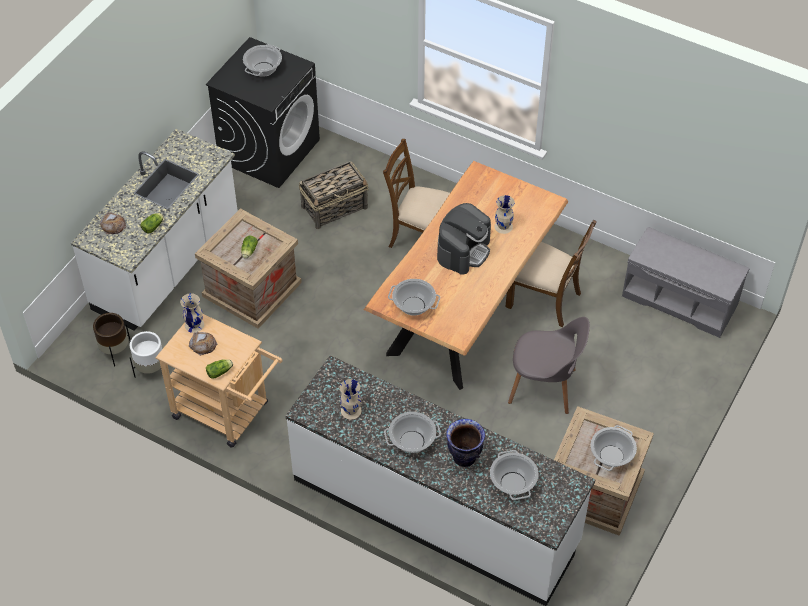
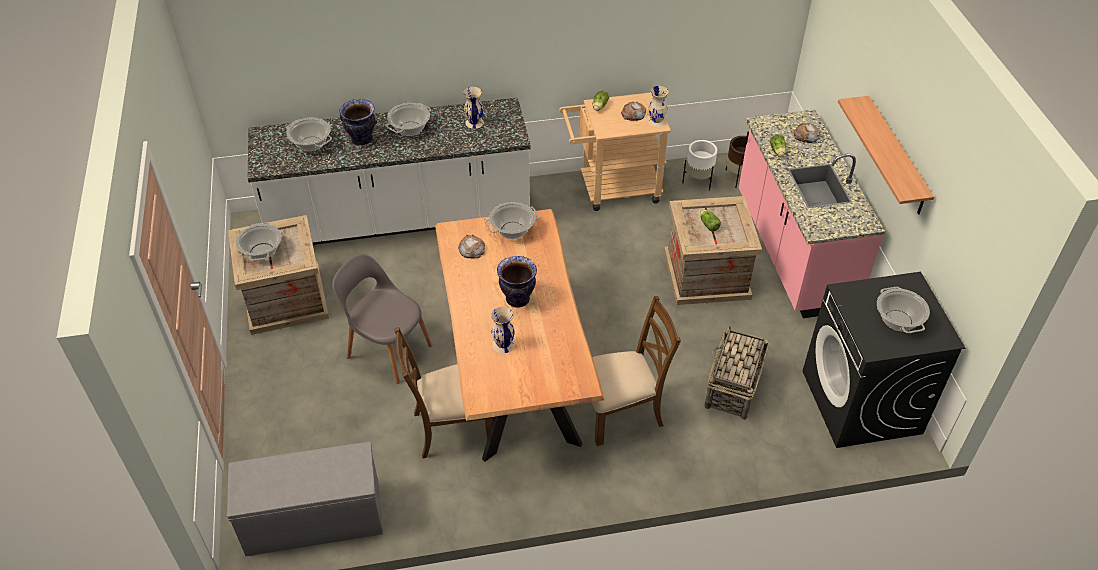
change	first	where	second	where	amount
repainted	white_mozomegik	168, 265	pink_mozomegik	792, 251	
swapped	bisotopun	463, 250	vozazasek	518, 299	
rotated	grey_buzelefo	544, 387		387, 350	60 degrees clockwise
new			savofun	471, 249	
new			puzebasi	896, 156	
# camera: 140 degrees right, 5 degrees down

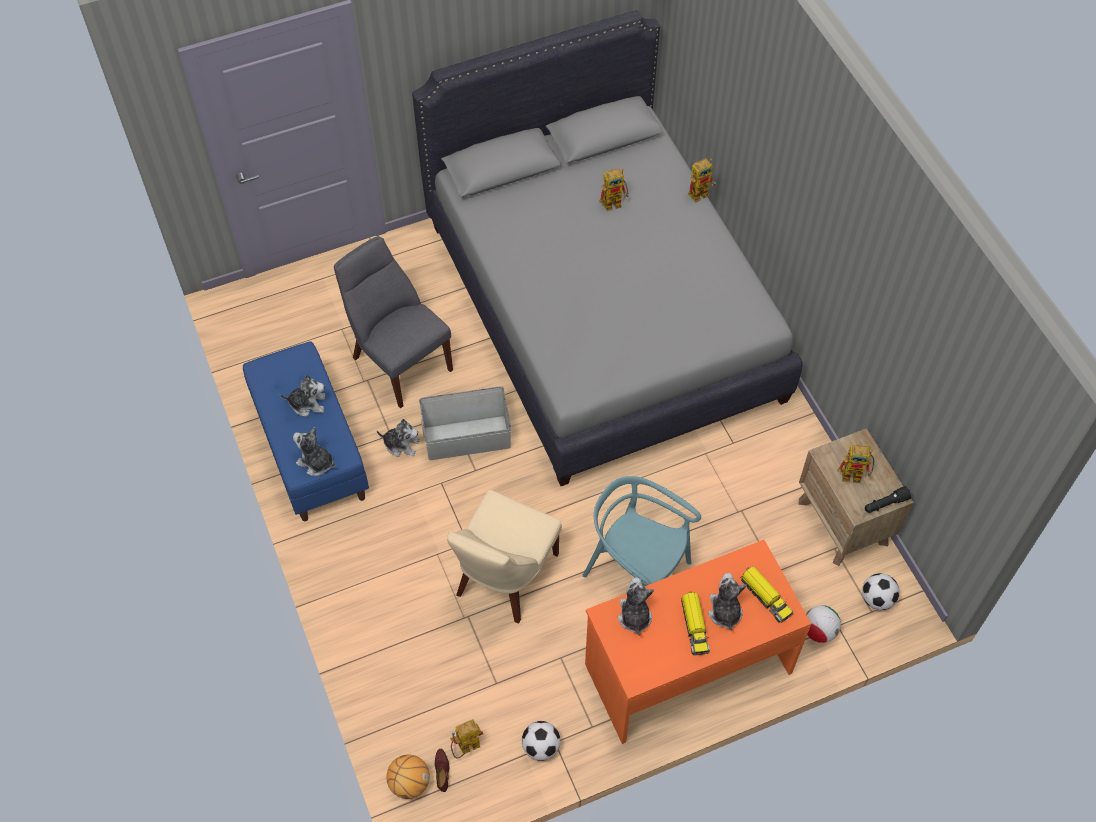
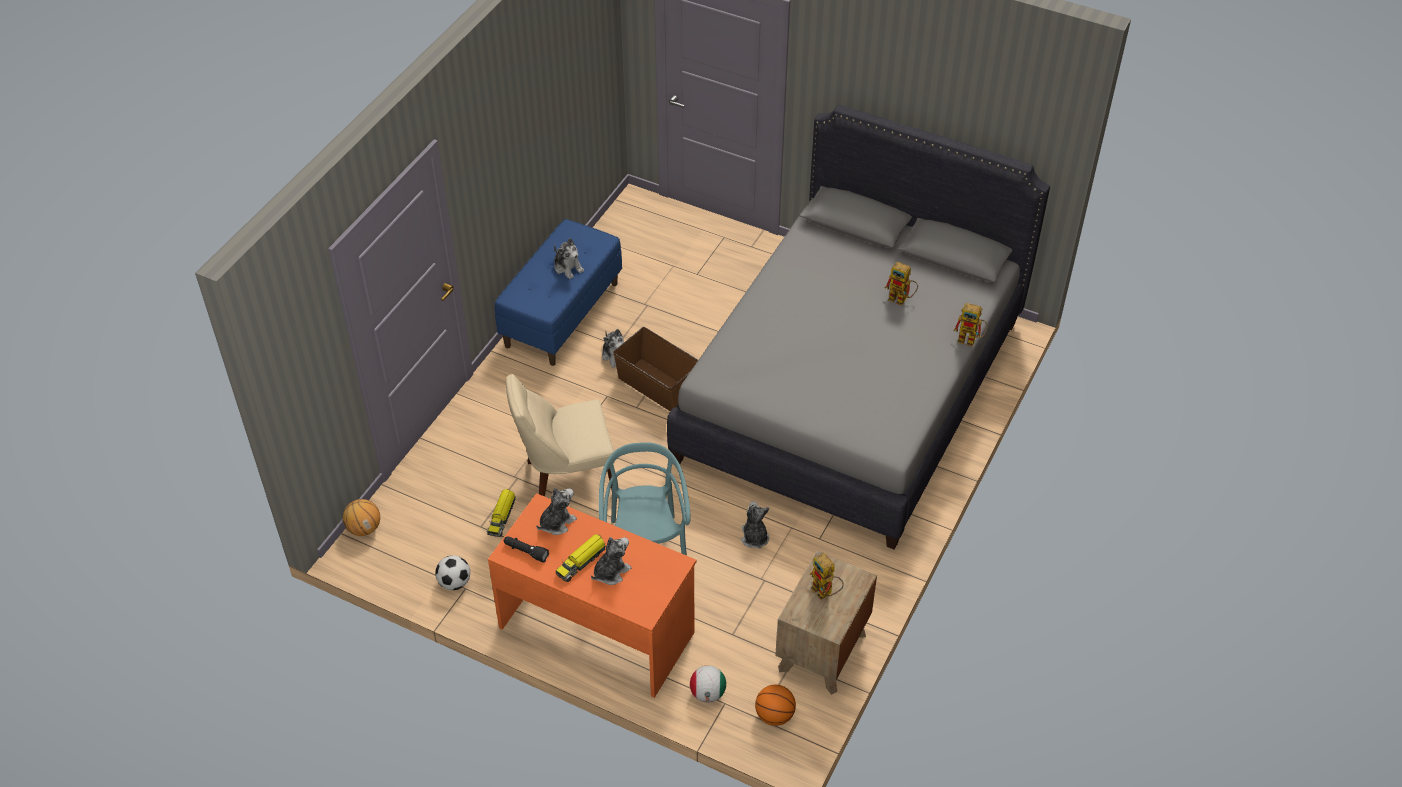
change	first	where	second	where	amount
shifted	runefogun	316, 462		754, 537	
gone	grey_buzelefo	399, 361			
repainted	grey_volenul	466, 437	brown_volenul	657, 385	
gone	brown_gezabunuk	442, 771			
gone	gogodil	465, 749			
shifted	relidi	765, 596		502, 516	
swapped	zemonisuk	876, 599	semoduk	774, 715	
shifted	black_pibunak	885, 504		525, 551	
# camera: 50 degrees right, 10 degrees down

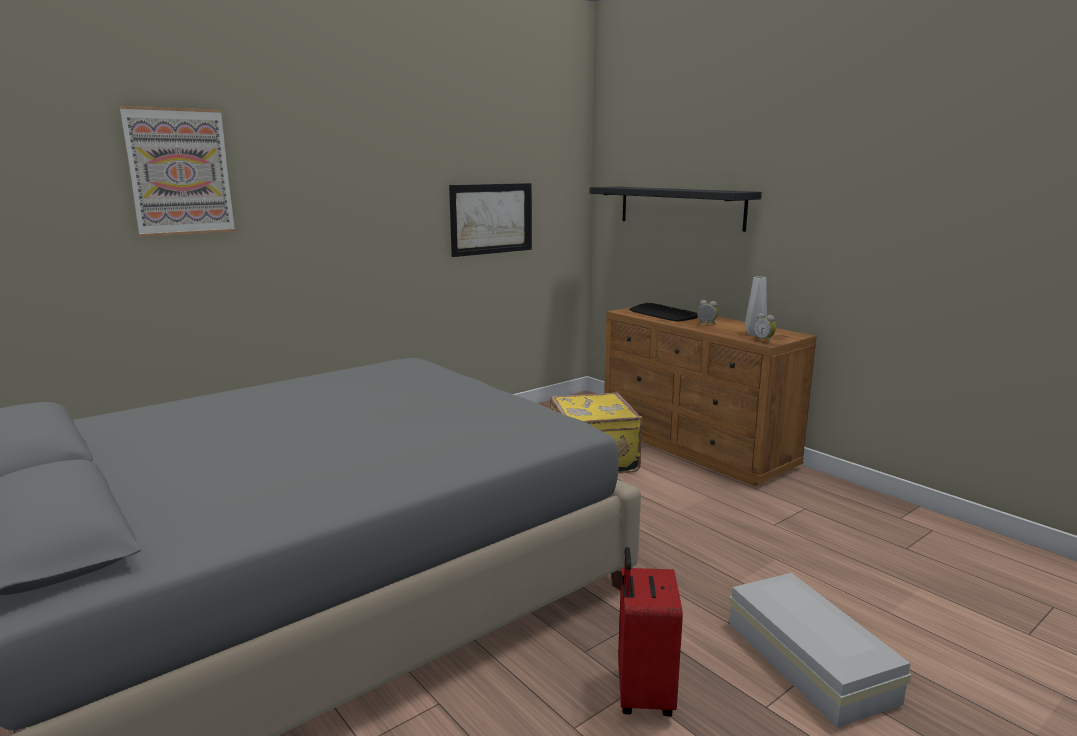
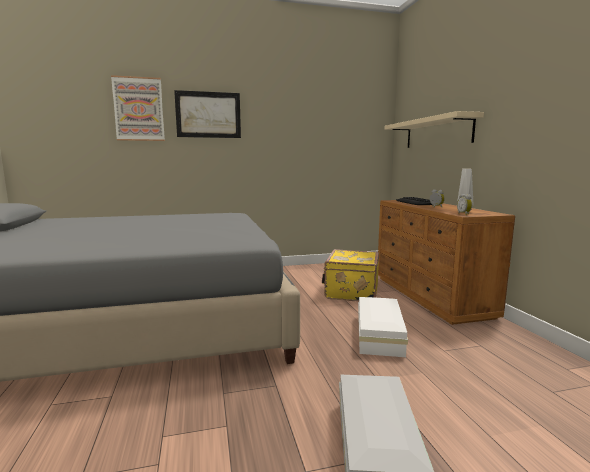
change	first	where	second	where	amount
shifted	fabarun	491, 218		208, 115	
repainted	black_puzebasi	680, 207	beige_puzebasi	437, 133	
gone	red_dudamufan	642, 694			
new			white_volenul	378, 335	
# camera: 25 degrees right, 5 degrees down

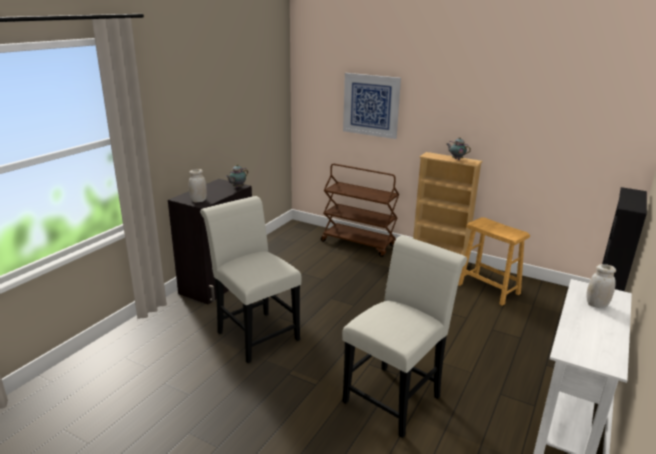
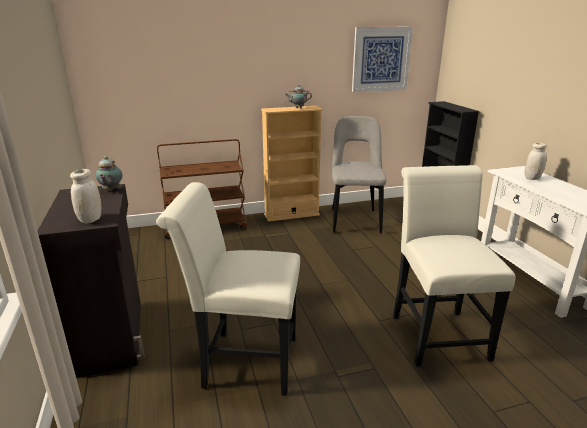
change	first	where	second	where	amount
shifted	fabarun	371, 105		381, 59	
swapped	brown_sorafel	488, 289	grey_buzelefo	354, 219	
# camera: 45 degrees left, 0 degrees up

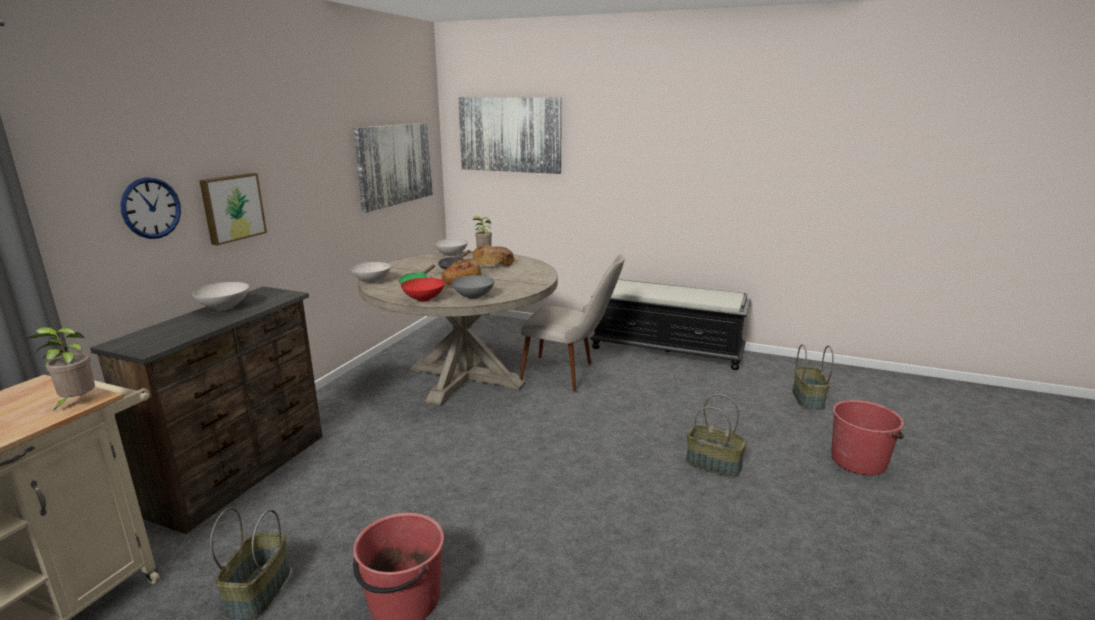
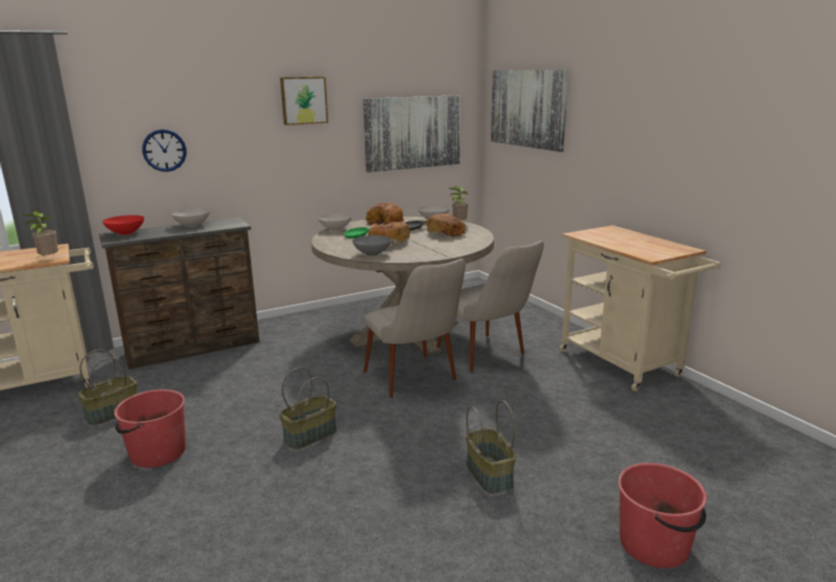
change	first	where	second	where	amount
shifted	fabarun	232, 207		303, 100	
shifted	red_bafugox	424, 299		126, 233	
swapped	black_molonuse	667, 350	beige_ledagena	624, 366	
shifted	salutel	807, 399		310, 435	
new			beige_buzelefo	417, 382	
new			savofun	385, 222	
# camera: 40 degrees right, 0 degrees up

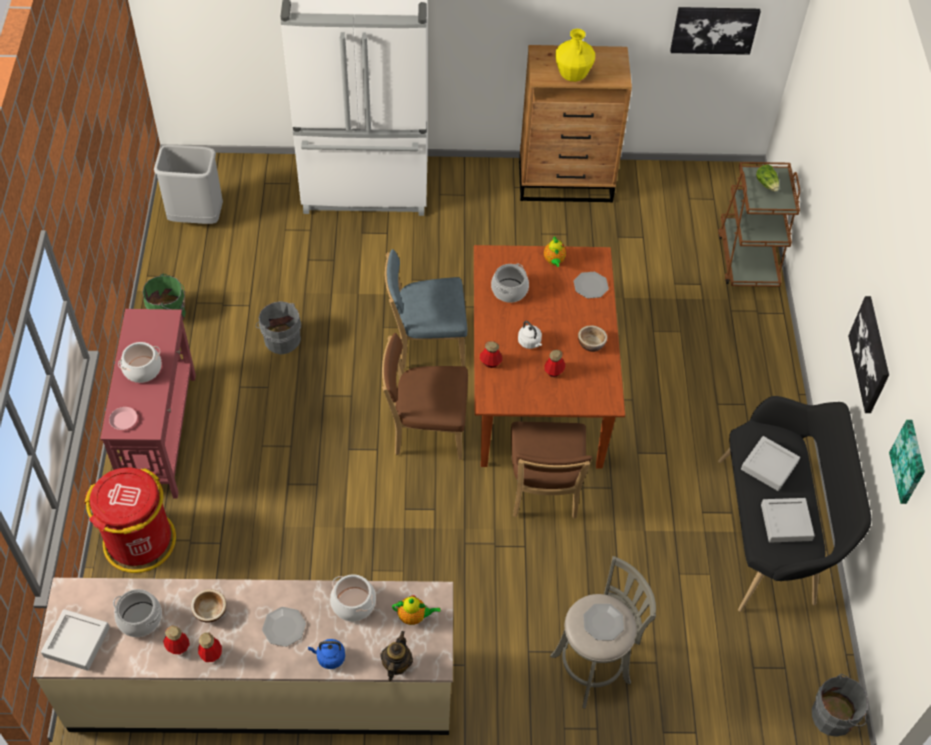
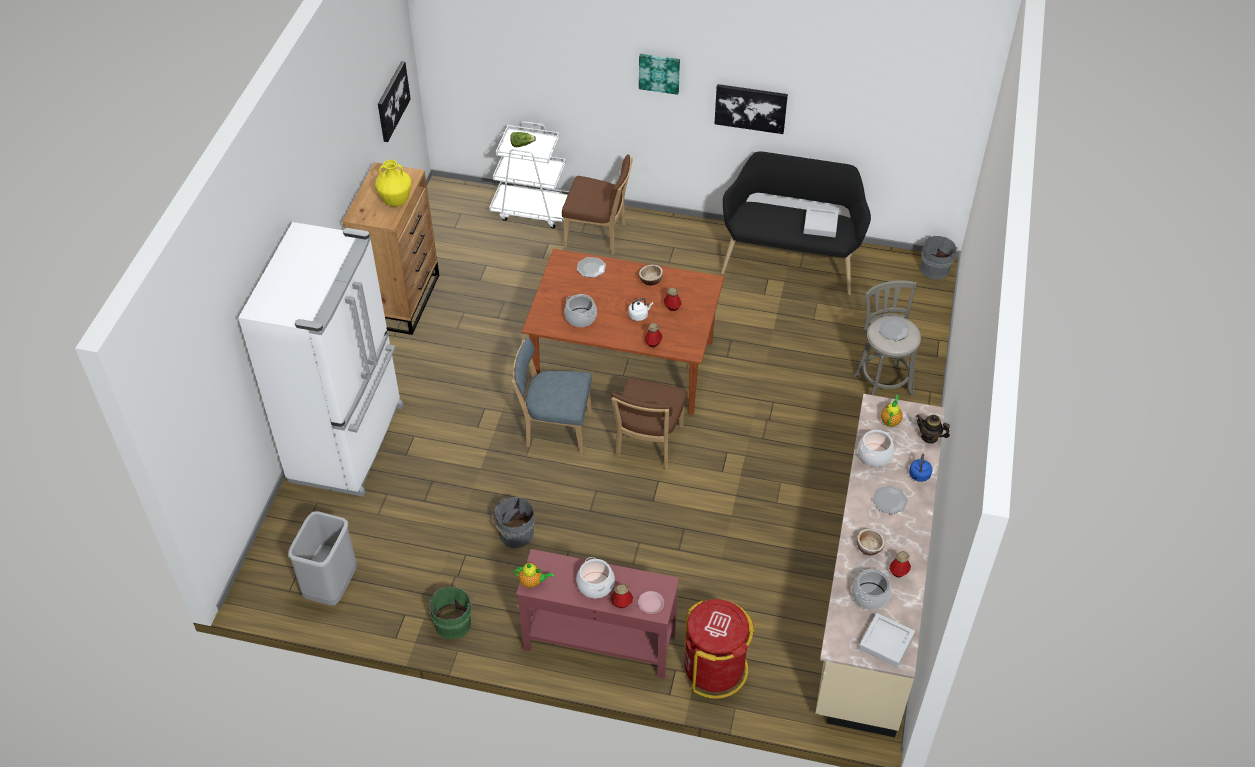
change	first	where	second	where	amount
shifted	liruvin	211, 654		621, 603	
rotated	blue_buzelefo	426, 344		555, 429	90 degrees clockwise
shifted	brown_buzelefo	543, 492		598, 235	
shifted	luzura	554, 261		532, 582	
repainted	brown_ledagena	747, 258	white_ledagena	532, 210	
gone	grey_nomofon	769, 466			
shifted	fabarun	909, 462		659, 72	
# camera: 75 degrees left, 5 degrees down

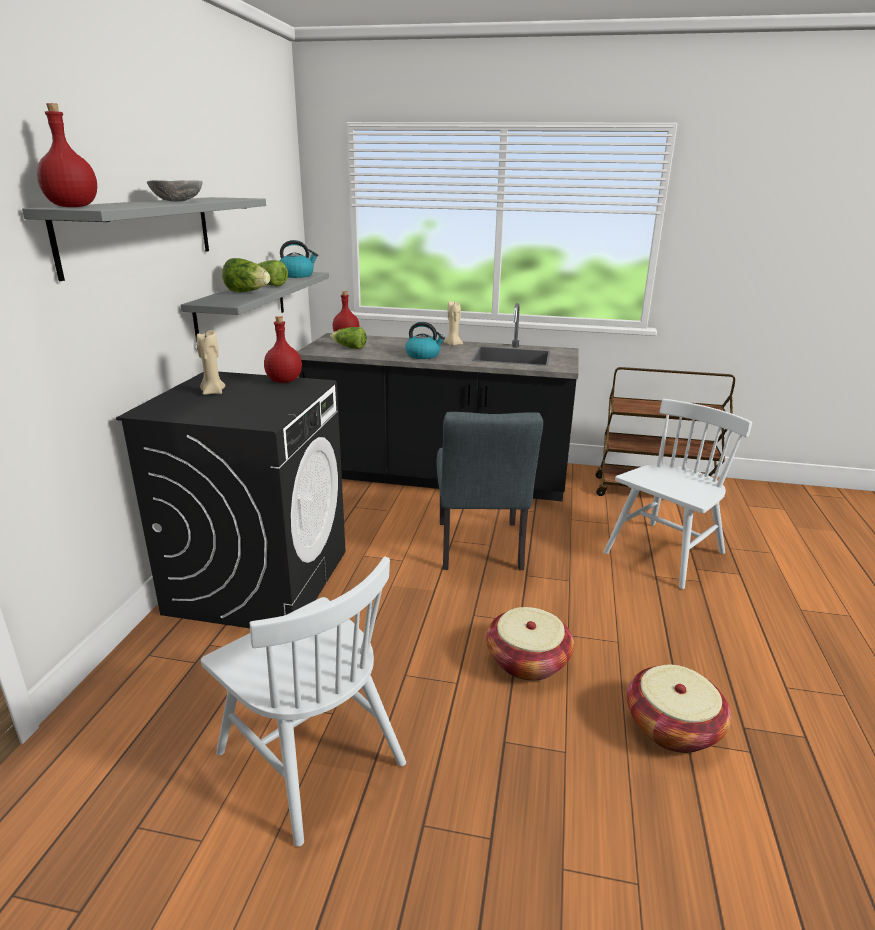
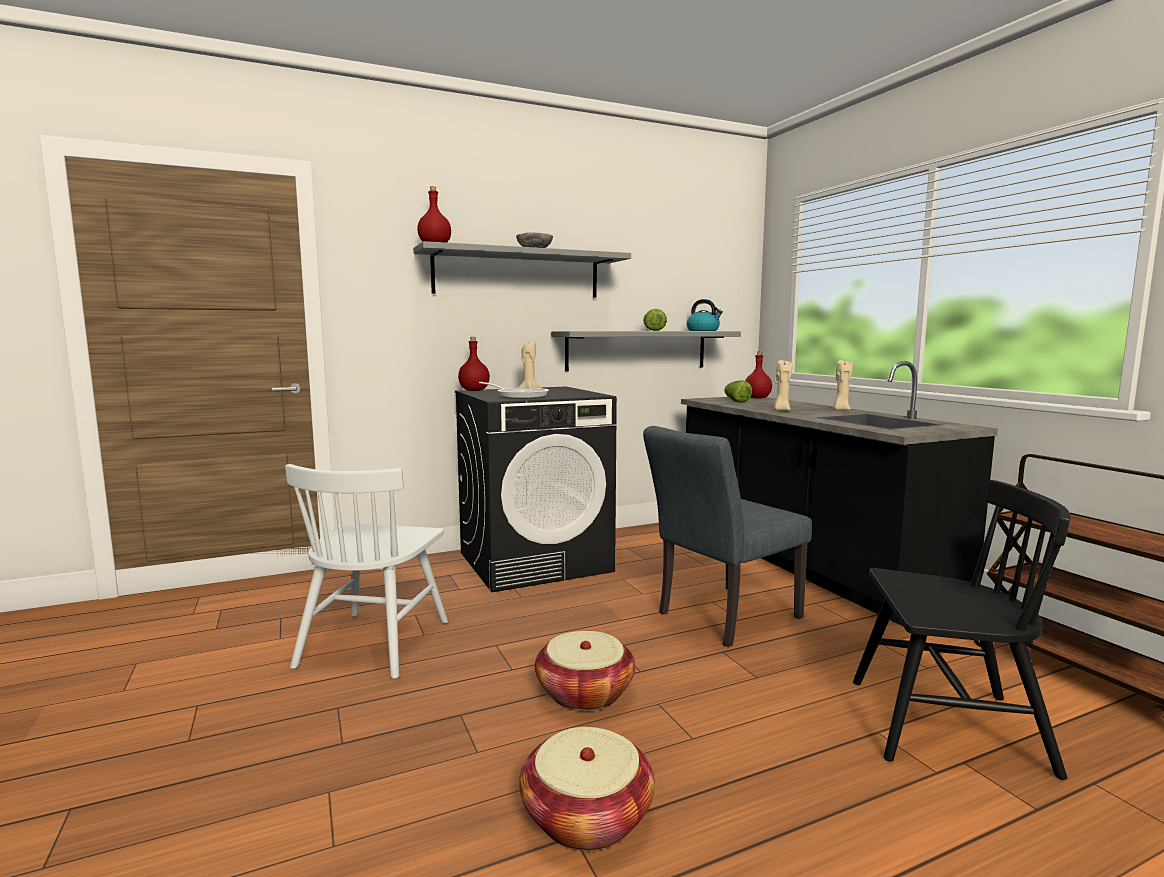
change	first	where	second	where	amount
gone	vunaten	247, 292			
shifted	red_liruvin	284, 381		475, 390	
swapped	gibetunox	423, 355	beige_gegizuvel	781, 410	
repainted	white_buzelefo	664, 554	black_buzelefo	945, 726	
new			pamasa	519, 396	
# camera: 55 degrees right, 15 degrees down

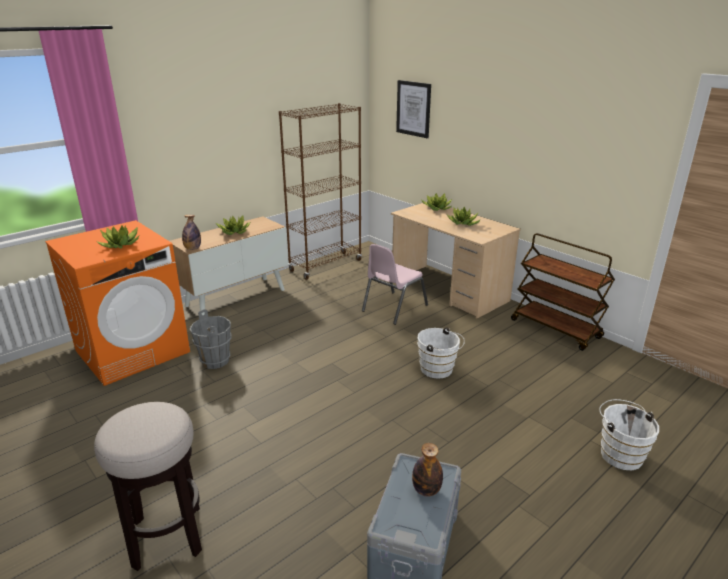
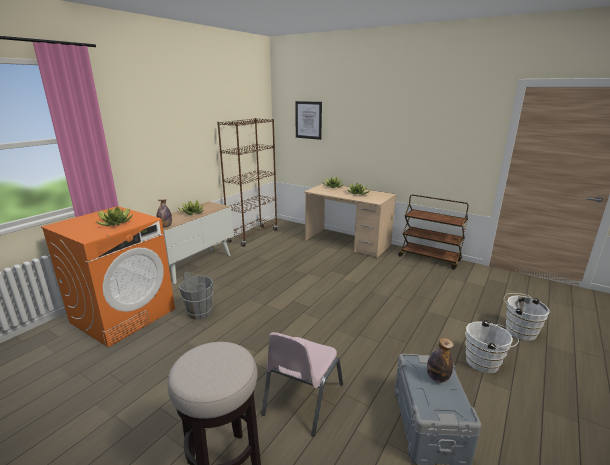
change	first	where	second	where	amount
shifted	pink_buzelefo	394, 308		302, 399	
shifted	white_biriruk	438, 370		485, 363	
# camera: 15 degrees left, 5 degrees down

